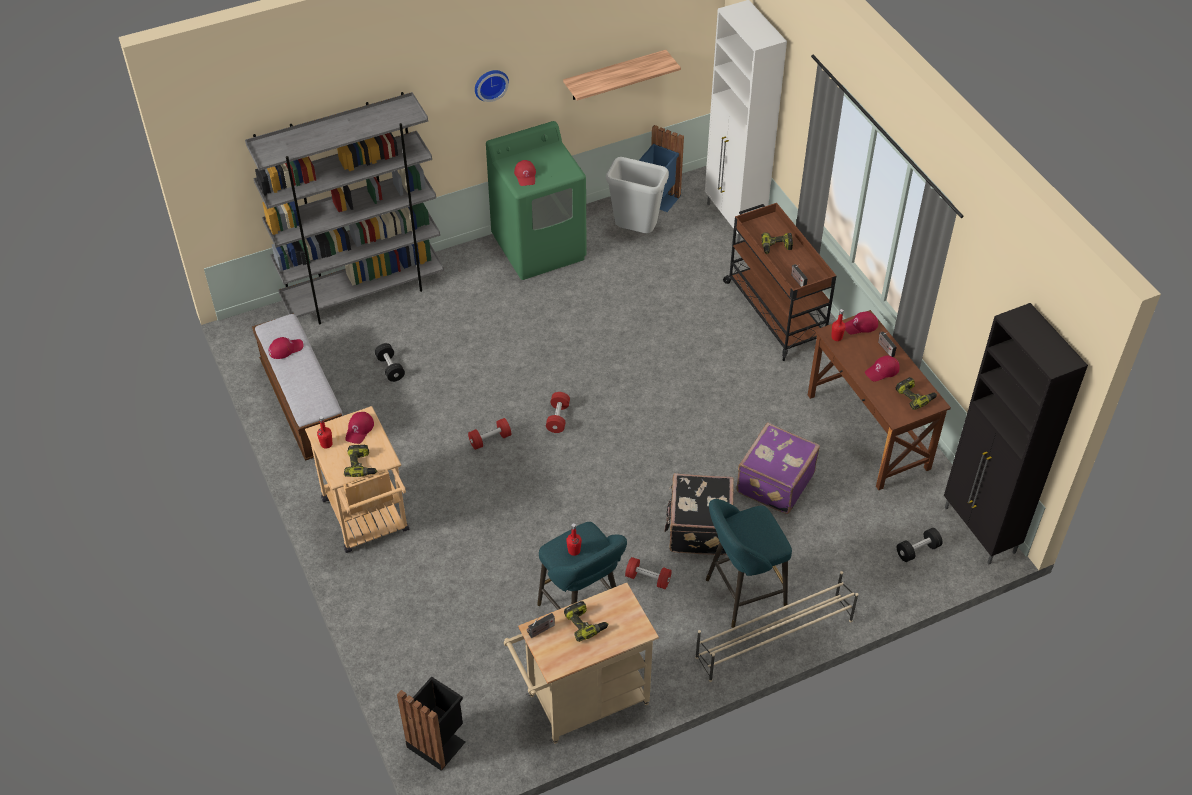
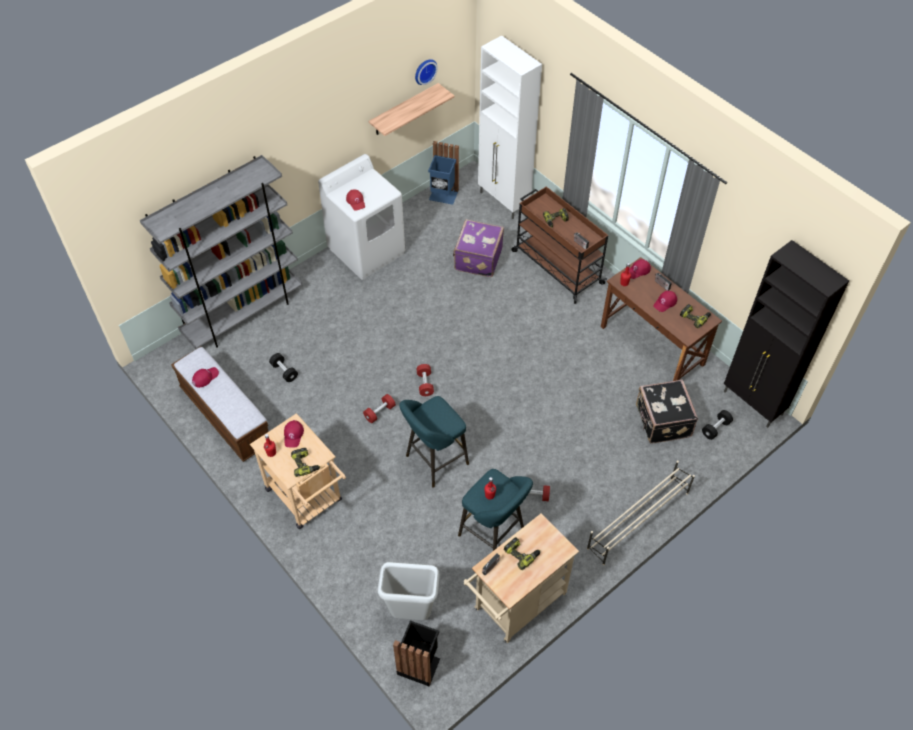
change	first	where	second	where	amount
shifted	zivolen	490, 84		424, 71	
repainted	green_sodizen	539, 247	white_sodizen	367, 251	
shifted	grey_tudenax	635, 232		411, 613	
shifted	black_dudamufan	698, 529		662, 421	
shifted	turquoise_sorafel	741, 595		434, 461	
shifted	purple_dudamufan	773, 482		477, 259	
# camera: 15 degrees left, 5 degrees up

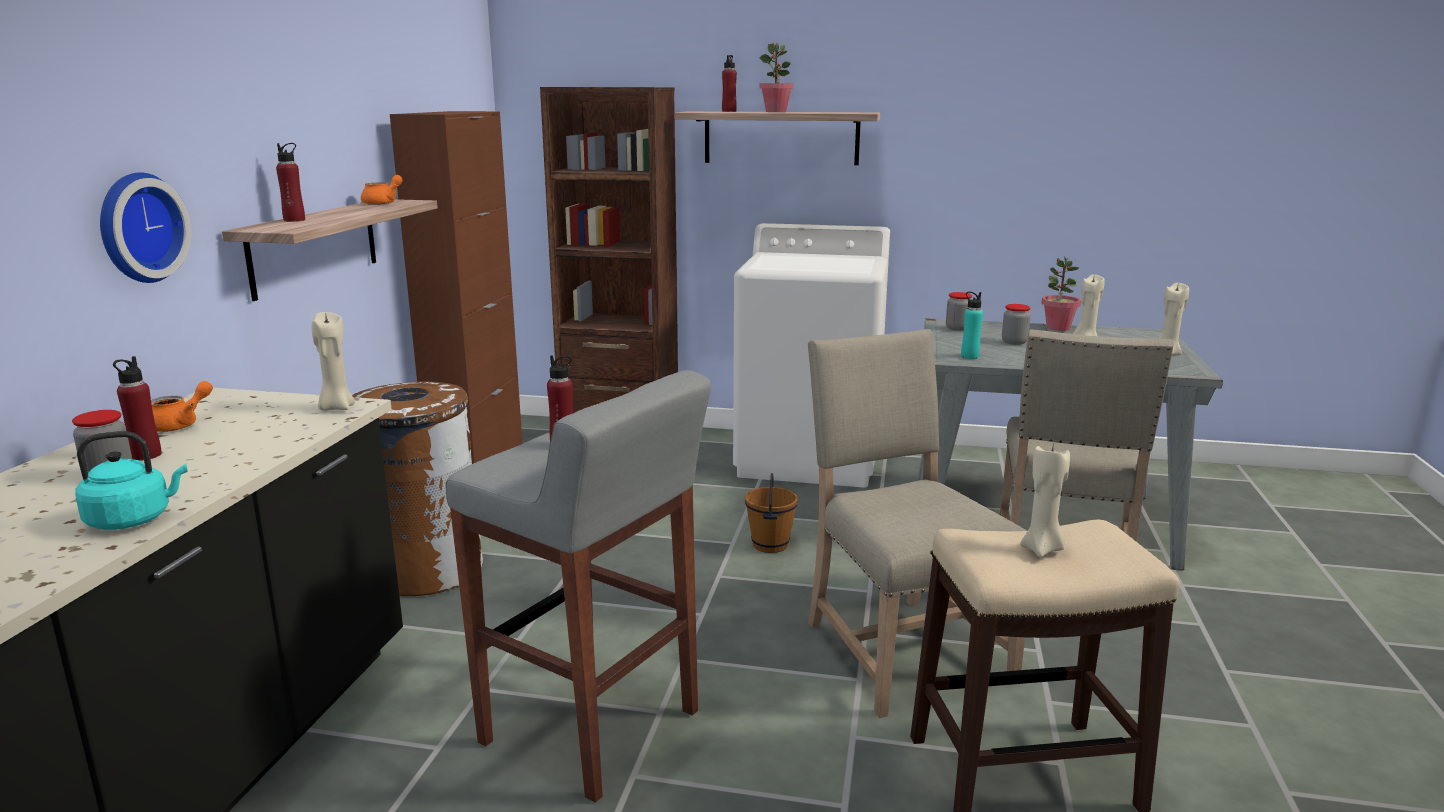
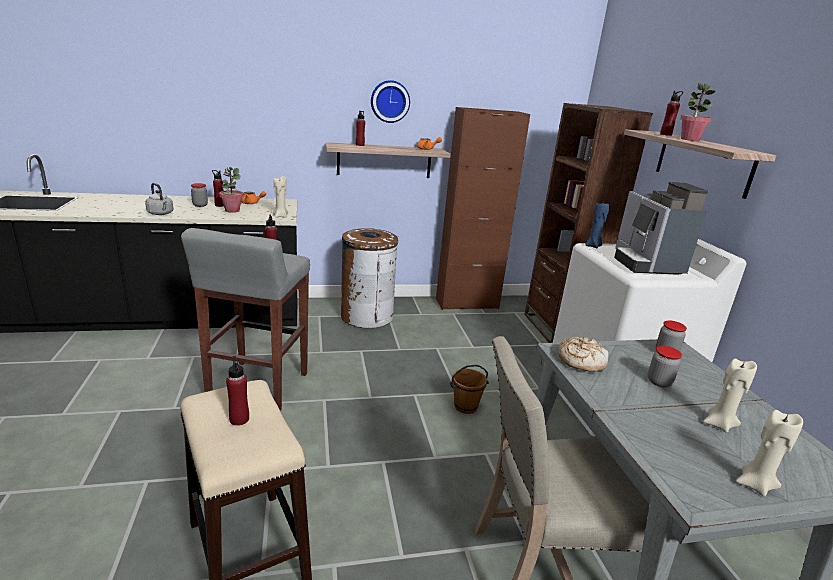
change	first	where	second	where	amount
repainted	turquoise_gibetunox	134, 520	grey_gibetunox	161, 214	
shifted	zivolen	137, 227		390, 101	
gone	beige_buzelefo	899, 648			
swapped	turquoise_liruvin	969, 356	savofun	580, 361	
swapped	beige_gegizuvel	1042, 549	red_liruvin	239, 419	
shifted	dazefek	1058, 328		232, 210	
new			blue_gegizuvel	593, 246	
new			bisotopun	645, 264	
# camera: 65 degrees right, 5 degrees up

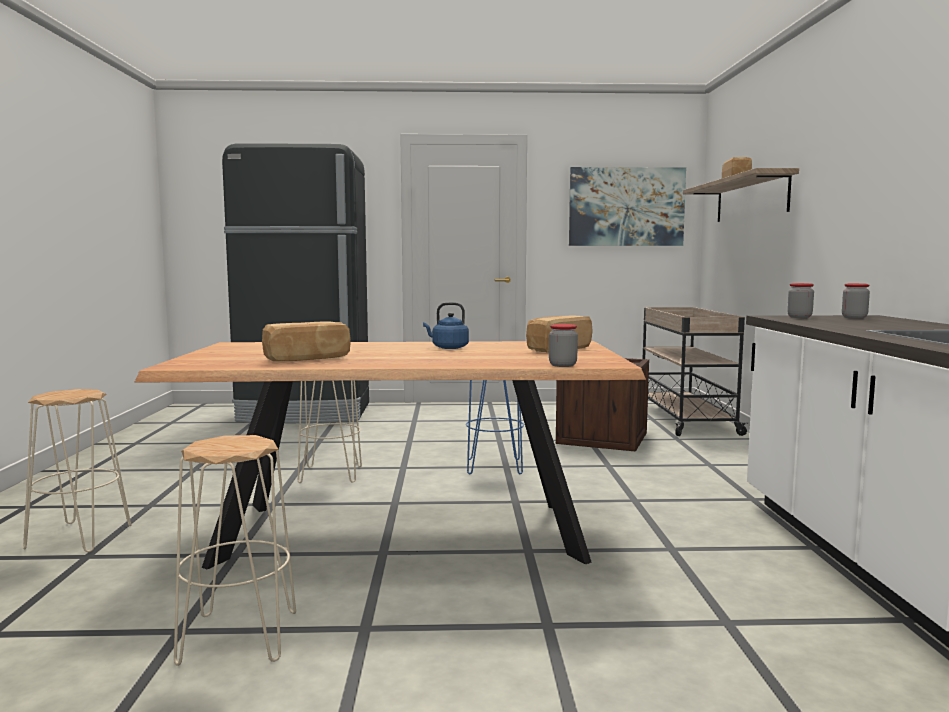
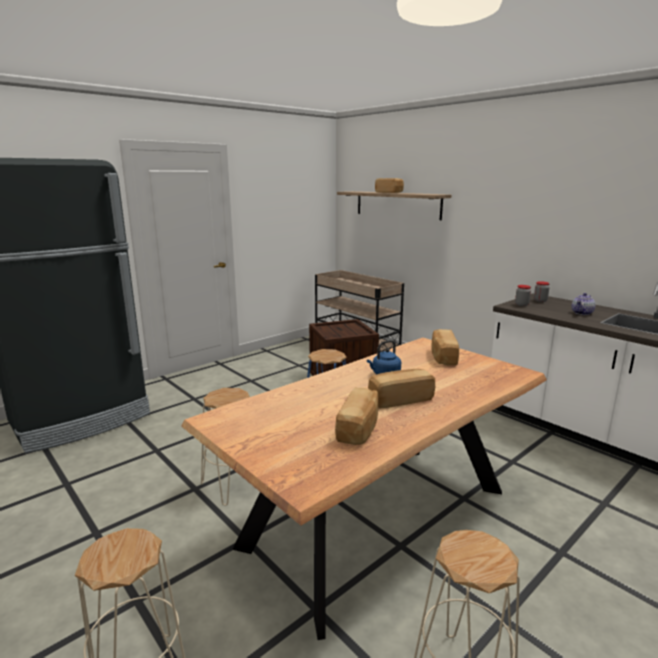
change	first	where	second	where	amount
gone	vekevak	562, 365			
gone	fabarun	626, 207			
new			savofun	400, 399	
new			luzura	582, 313	
# camera: 40 degrees left, 10 degrees up

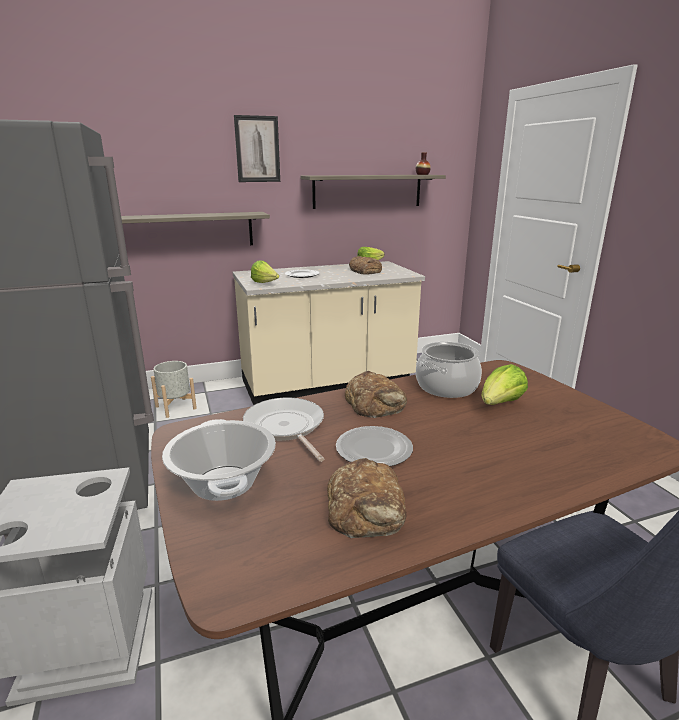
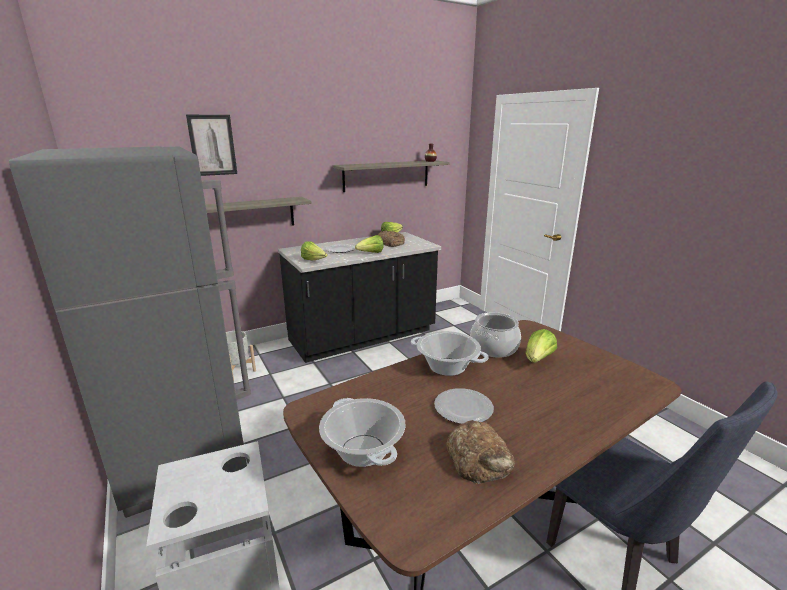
change	first	where	second	where	amount
repainted	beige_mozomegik	327, 383	black_mozomegik	363, 337	
shifted	fabarun	257, 149		212, 145	
gone	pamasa	285, 427			
swapped	savofun	375, 402	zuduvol	447, 367	
new			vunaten	371, 253	
# camera: 10 degrees left, 0 degrees up

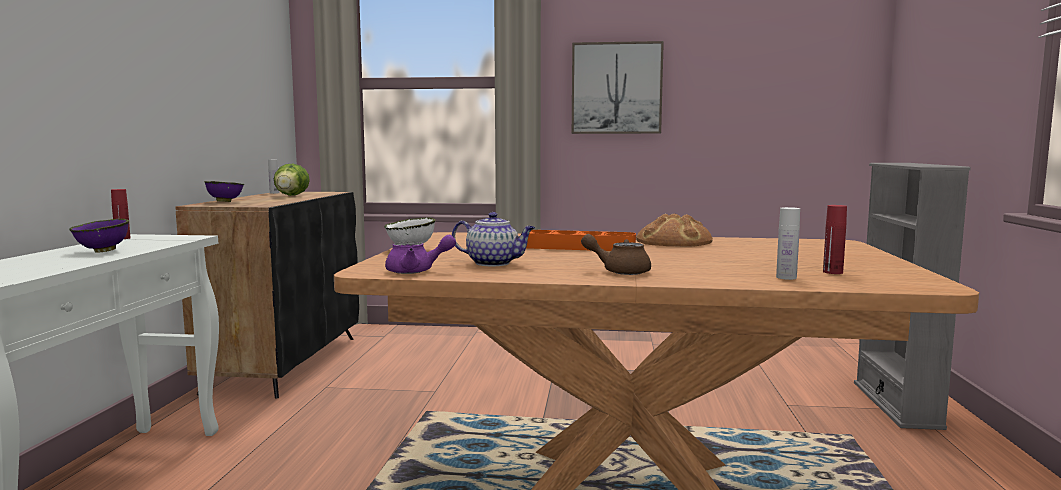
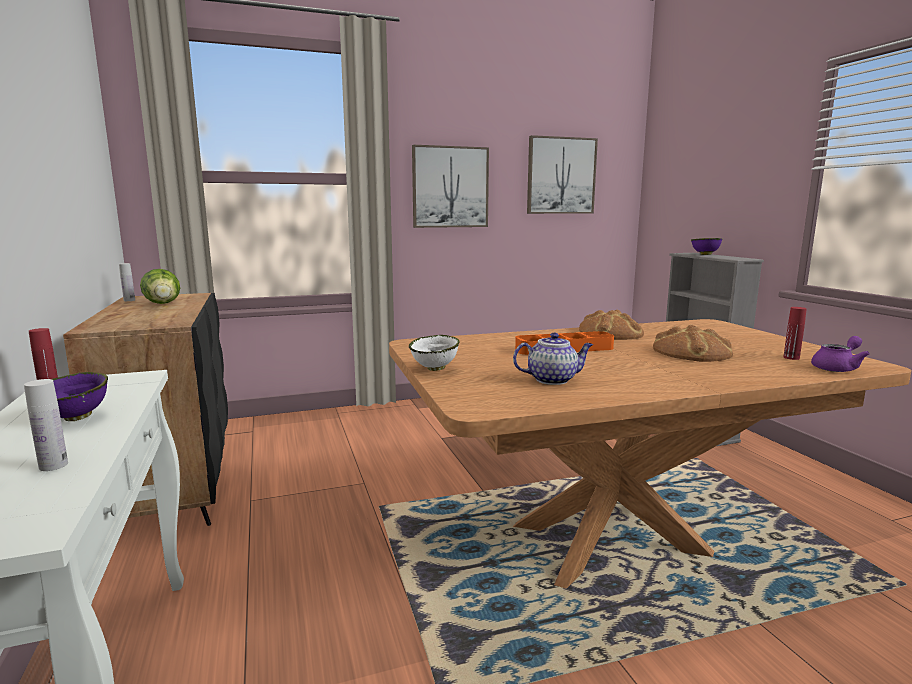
change	first	where	second	where	amount
shifted	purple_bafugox	224, 202		704, 255	
shifted	purple_luzura	416, 271		837, 368	
gone	brown_luzura	619, 271			
shifted	white_liruvin	786, 277		53, 465	
new			fabarun	561, 176	
new			savofun	692, 352	
# camera: 25 degrees left, 5 degrees up

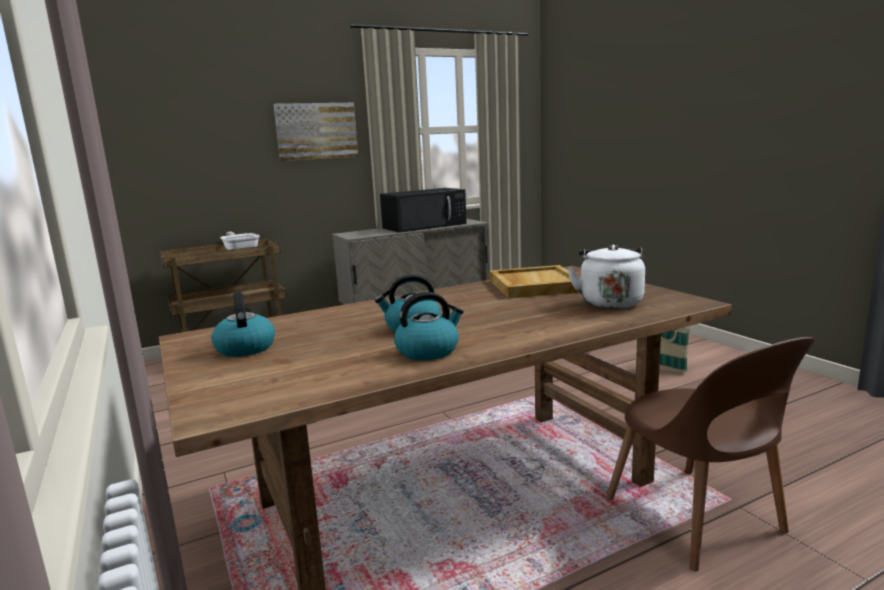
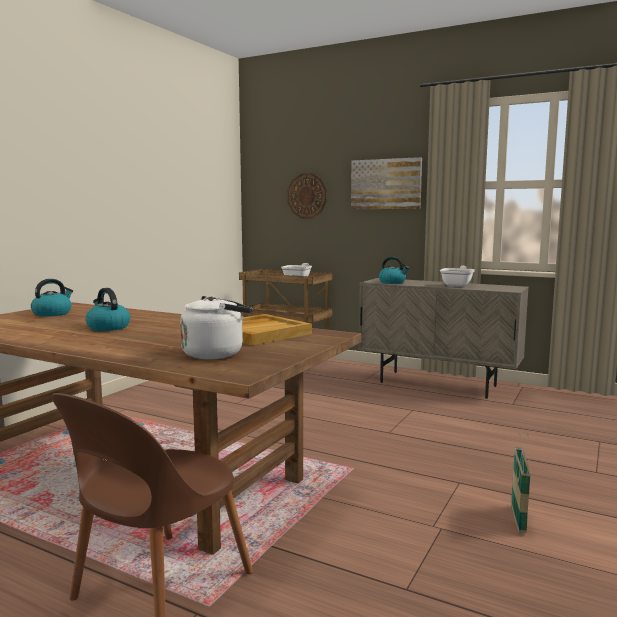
change	first	where	second	where	amount
swapped	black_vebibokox	425, 226	pamasa	458, 285	
shifted	gibetunox	428, 351		392, 282	
new			zivolen	307, 196	
# camera: 55 degrees right, 5 degrees down

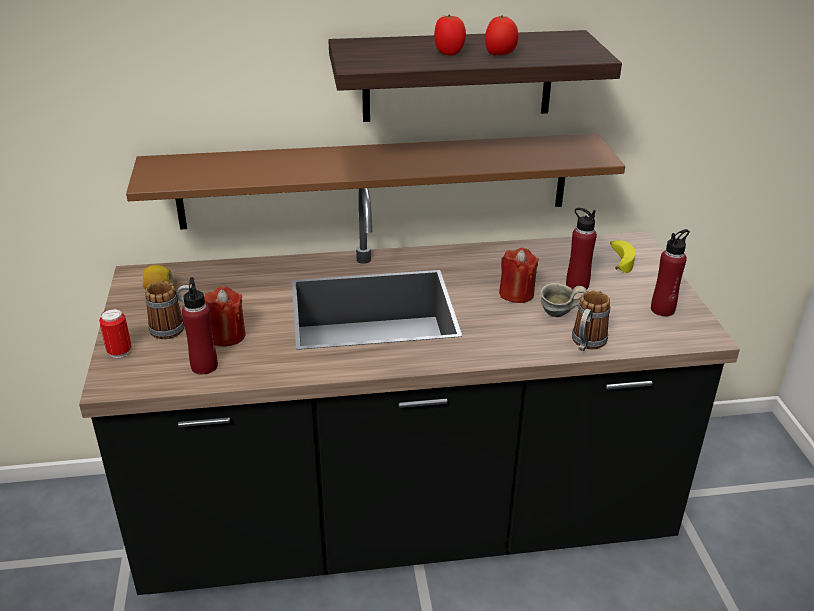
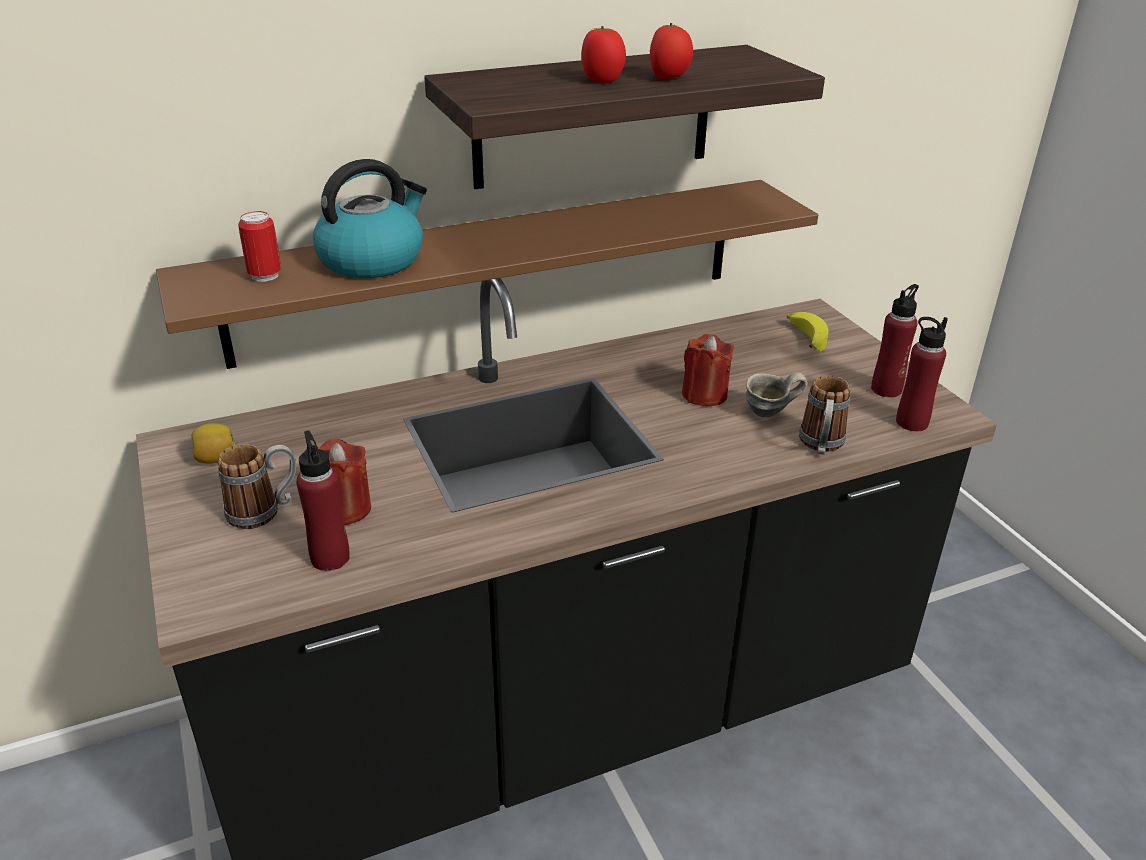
change	first	where	second	where	amount
shifted	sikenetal	119, 352		265, 276	
shifted	red_liruvin	577, 285		911, 422	
new			gibetunox	373, 260	
# camera: 15 degrees left, 0 degrees up

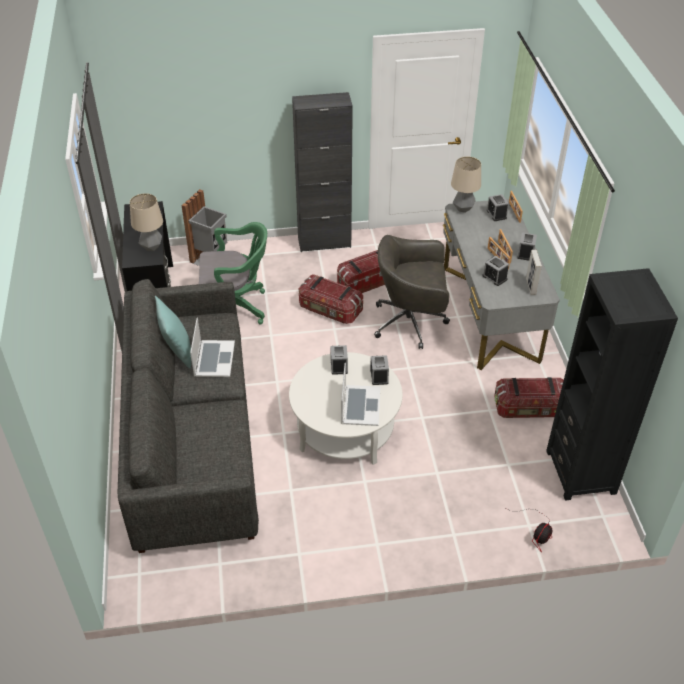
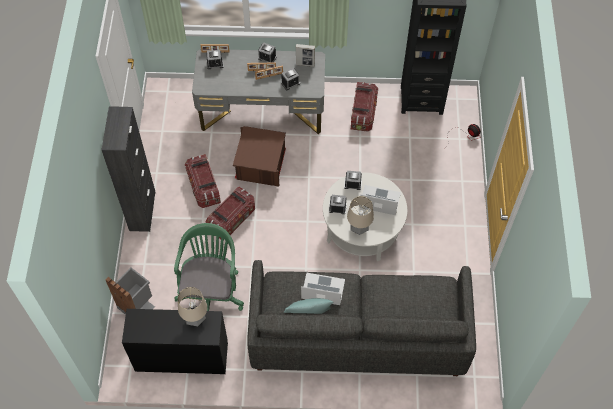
change	first	where	second	where	amount
swapped	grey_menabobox	411, 322	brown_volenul	260, 165	
shifted	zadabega	463, 209		359, 229	
# camera: 80 degrees left, 15 degrees up

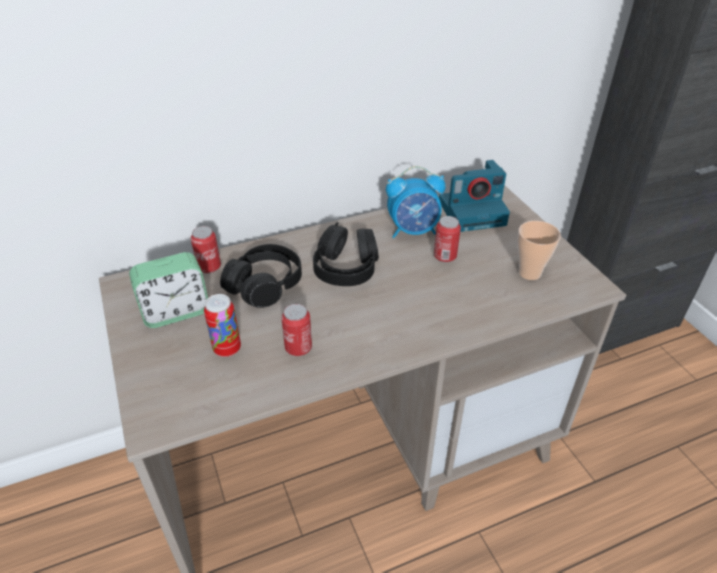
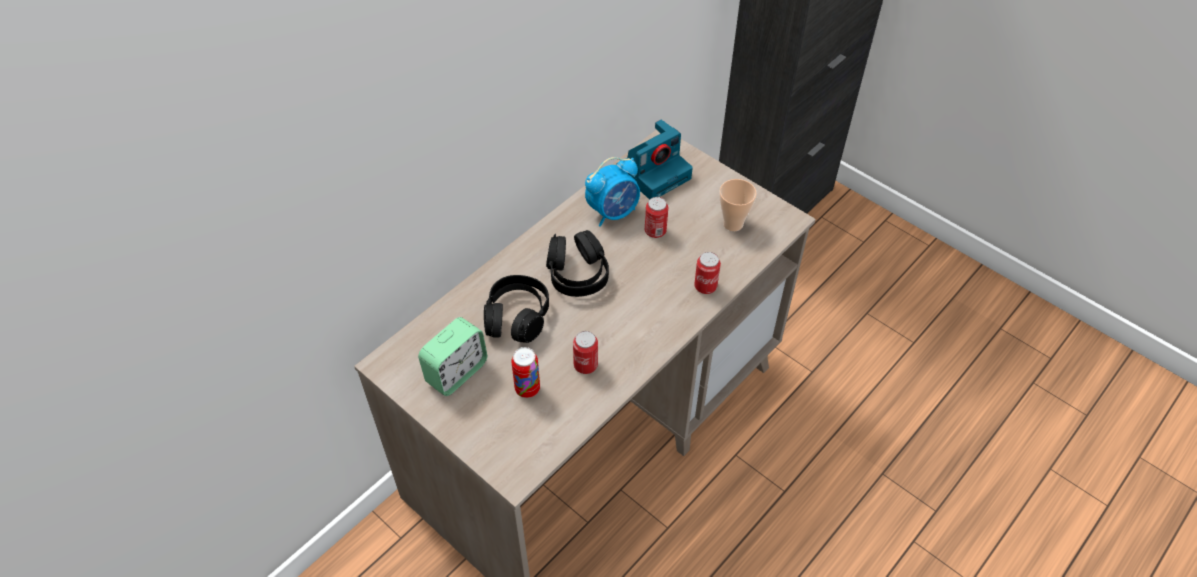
change	first	where	second	where	amount
shifted	sikenetal	209, 267		705, 286	
# camera: 25 degrees left, 10 degrees up

